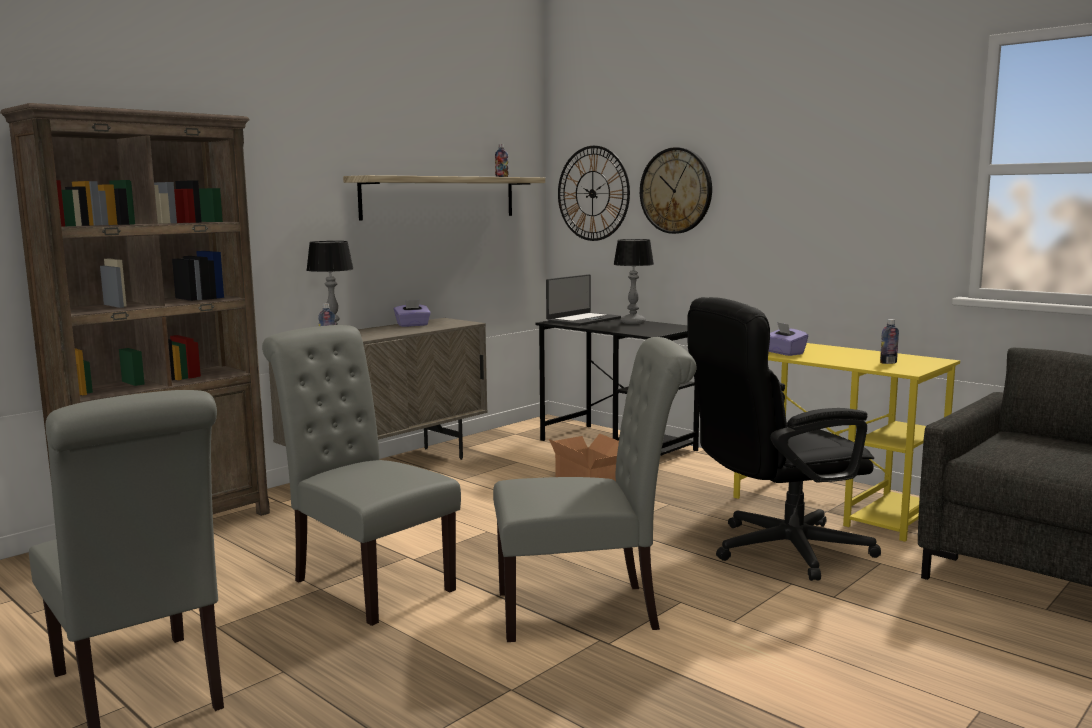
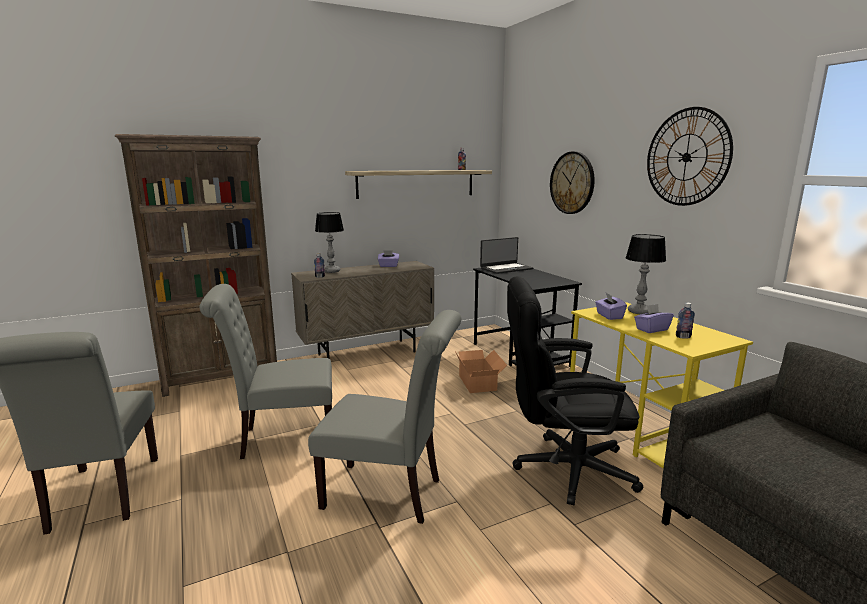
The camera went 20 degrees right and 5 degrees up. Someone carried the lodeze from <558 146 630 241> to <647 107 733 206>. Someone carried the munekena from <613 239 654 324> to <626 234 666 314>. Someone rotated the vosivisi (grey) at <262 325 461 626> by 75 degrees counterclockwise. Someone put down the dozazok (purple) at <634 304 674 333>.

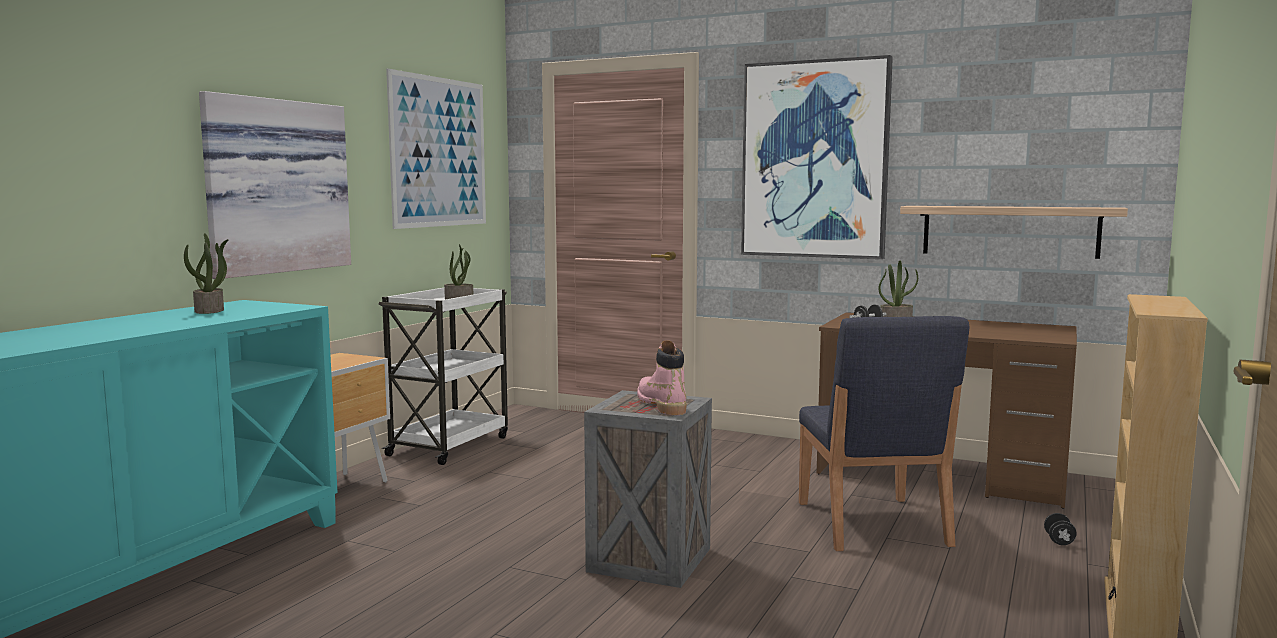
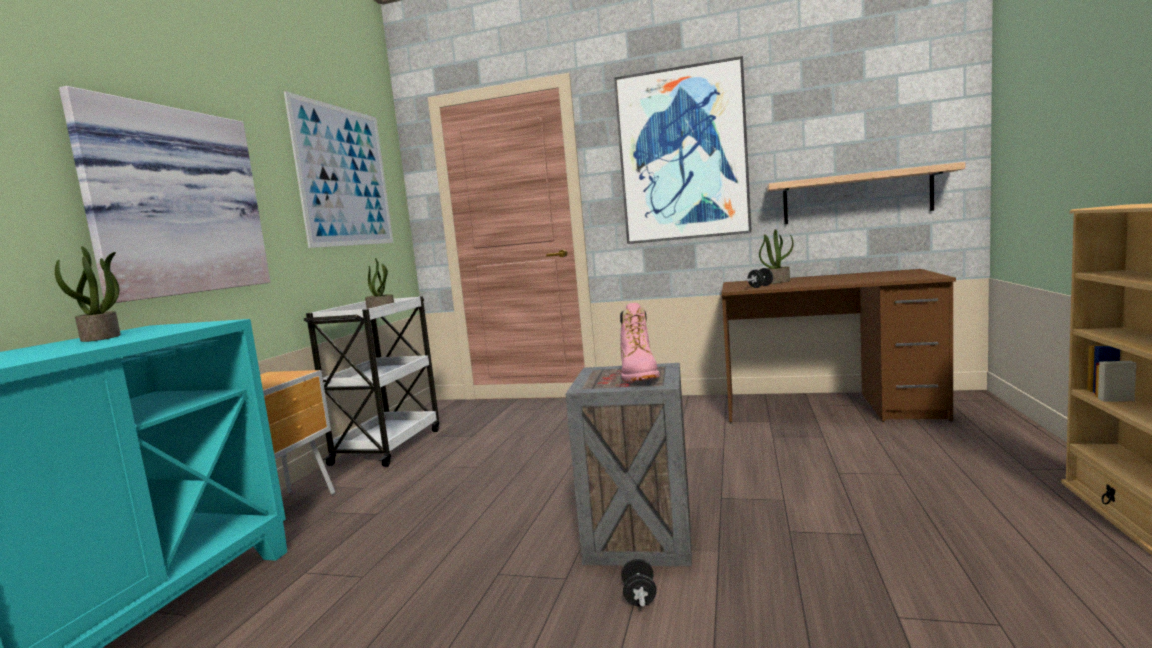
The camera went 10 degrees left and 0 degrees up. Someone took away the vosivisi (blue) at <799 316 969 551>. Someone rotated the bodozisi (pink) at <637 340 687 415> by 150 degrees counterclockwise. Someone carried the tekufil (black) from <1044 513 1077 545> to <621 559 657 606>.

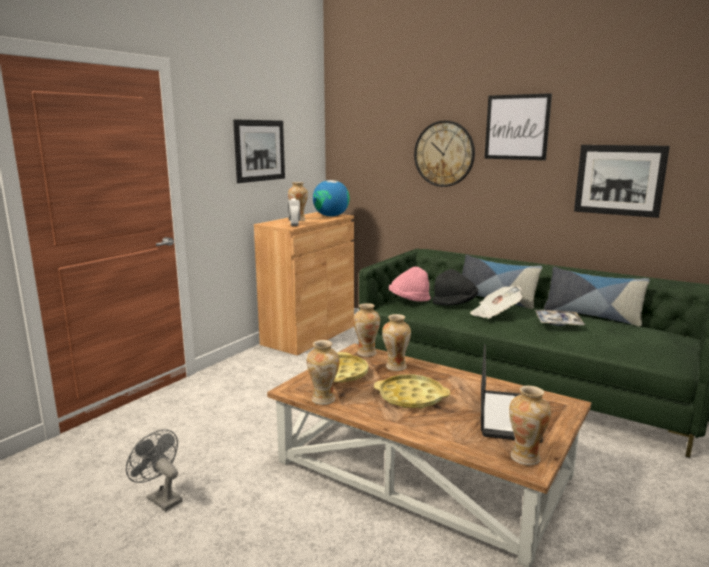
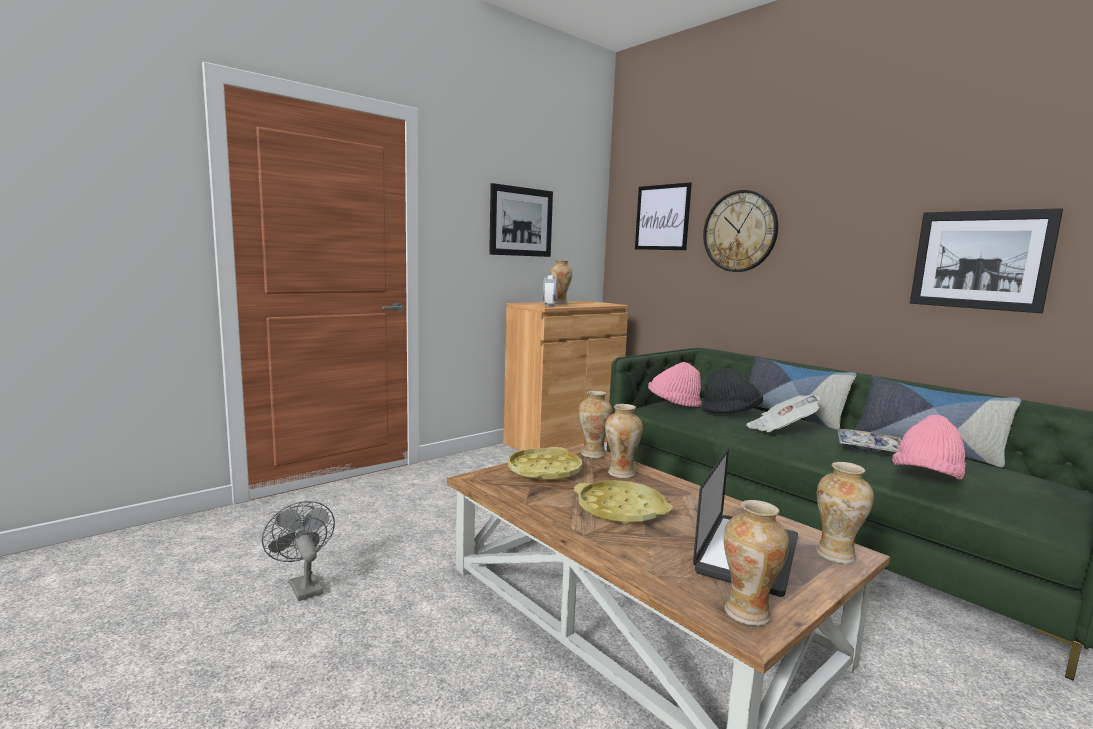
The camera went 15 degrees right and 5 degrees down. Someone carried the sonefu from <484 93 552 160> to <635 182 692 250>. Someone took away the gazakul at <313 180 349 217>. Someone carried the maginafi from <307 340 339 405> to <816 462 874 564>. Someone put down the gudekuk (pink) at <892 415 966 479>.

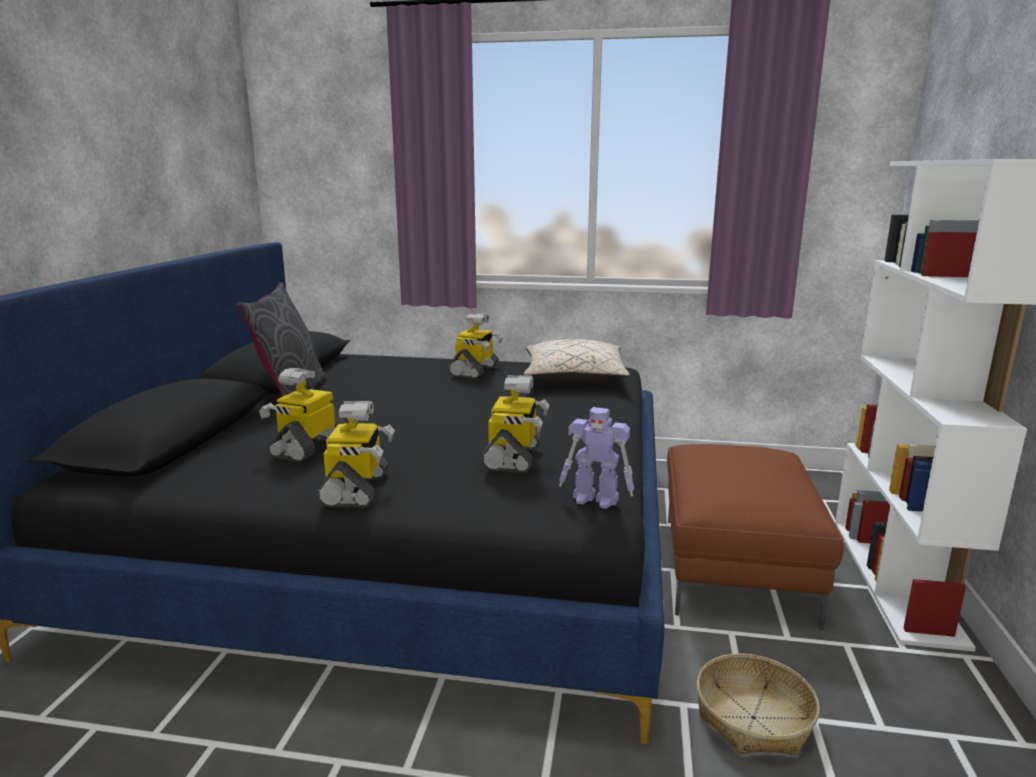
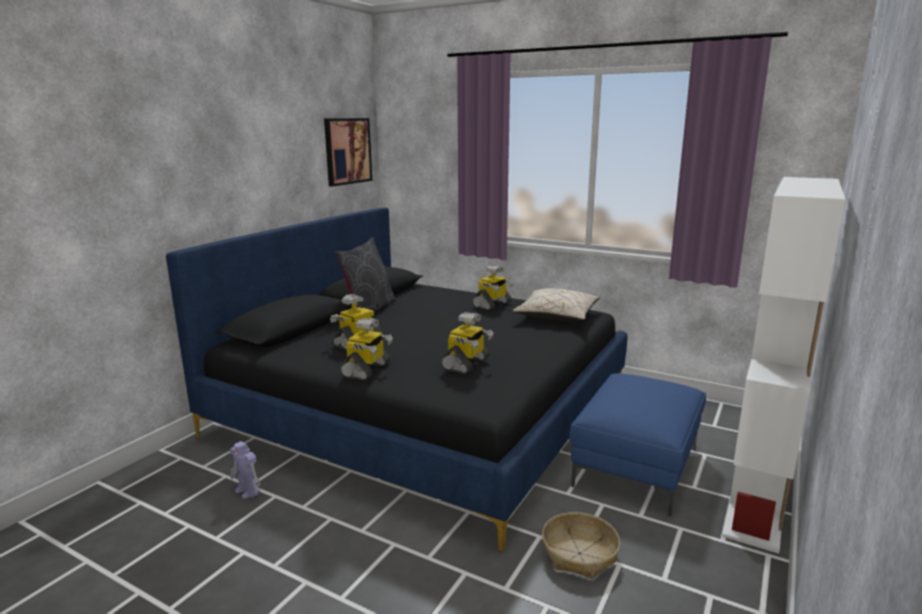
The camera went 20 degrees right and 0 degrees up. Someone carried the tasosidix from <559 407 634 509> to <230 441 260 499>. Someone repainted the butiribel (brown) at <667 444 844 630>, which became the butiribel (blue) at <569 373 706 516>. Someone put up the sonefu at <324 118 372 187>.

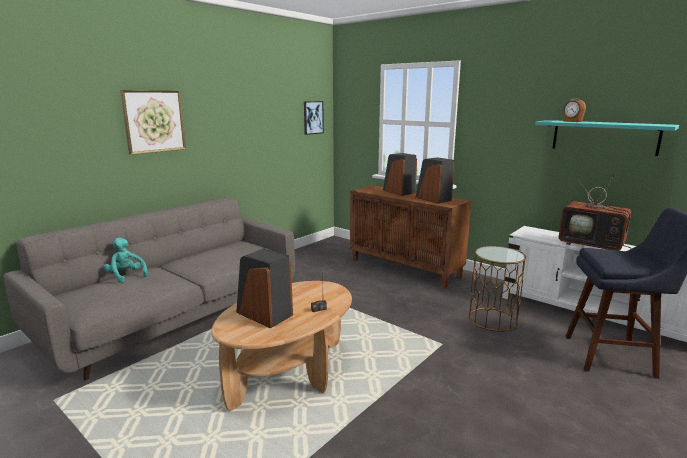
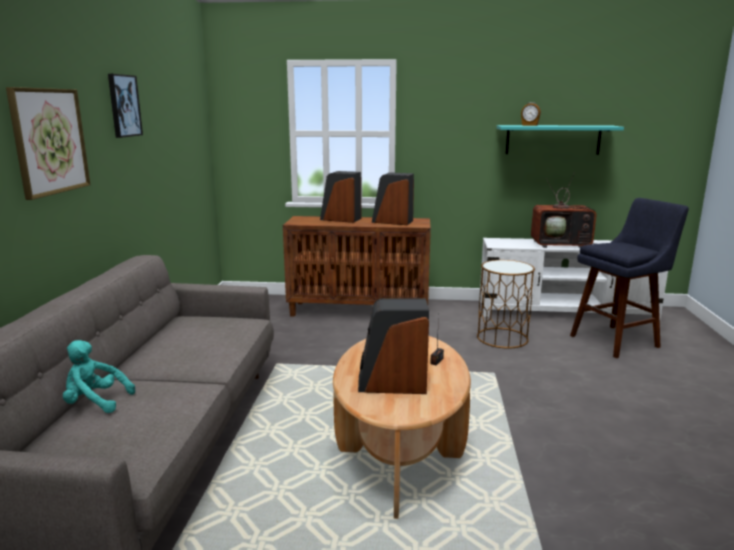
The camera went 35 degrees left and 0 degrees up. Someone carried the sonefu from <304 101 324 135> to <108 74 143 138>.

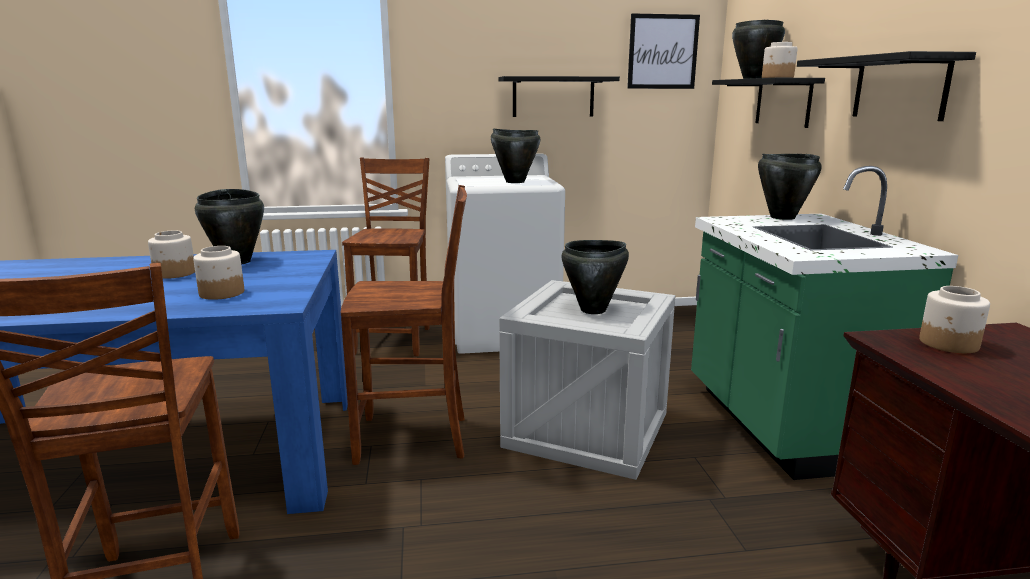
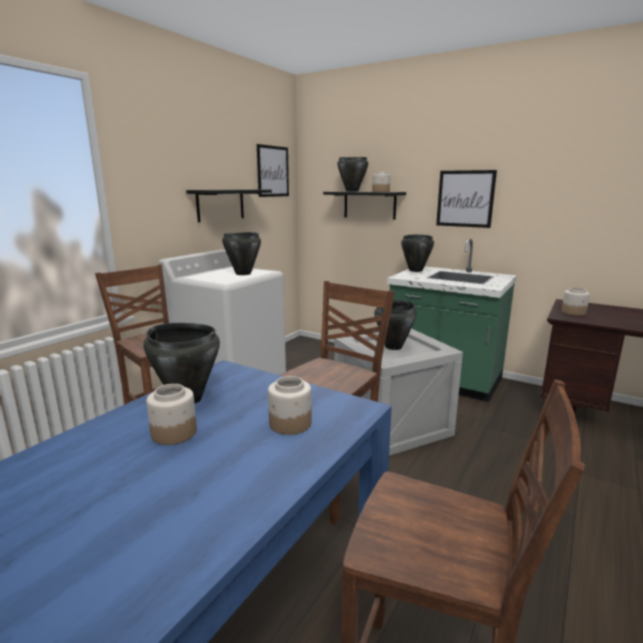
The camera went 50 degrees left and 0 degrees up. Someone swapped the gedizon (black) at <797 51 976 121> for the sonefu at <436 170 497 228>.

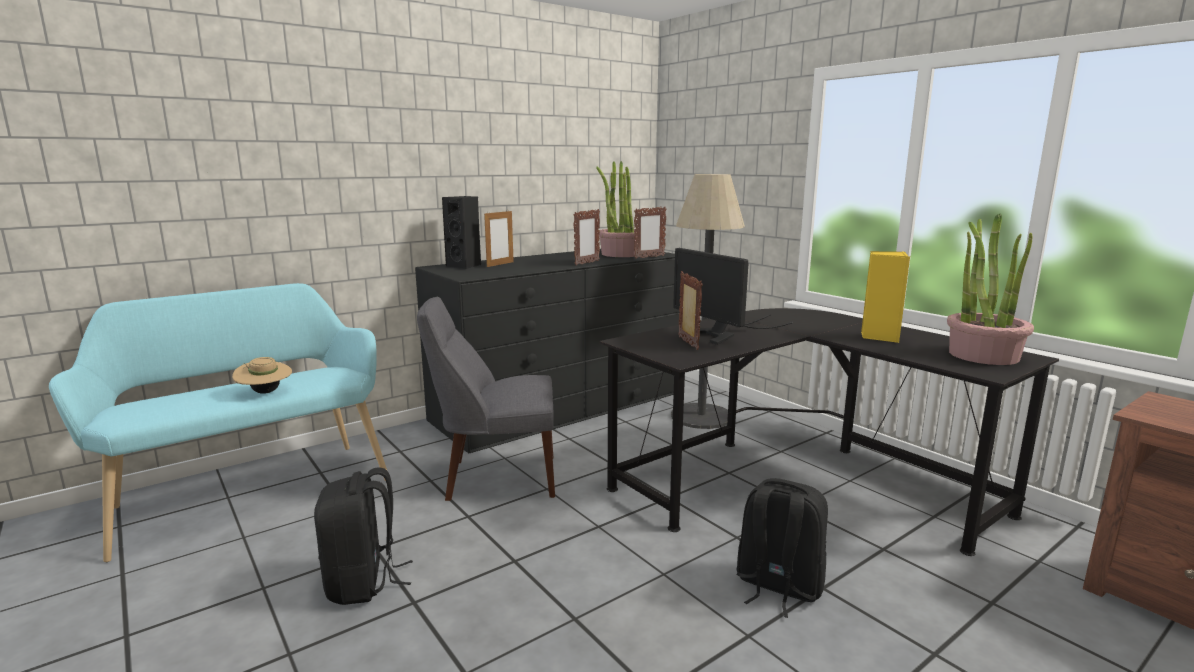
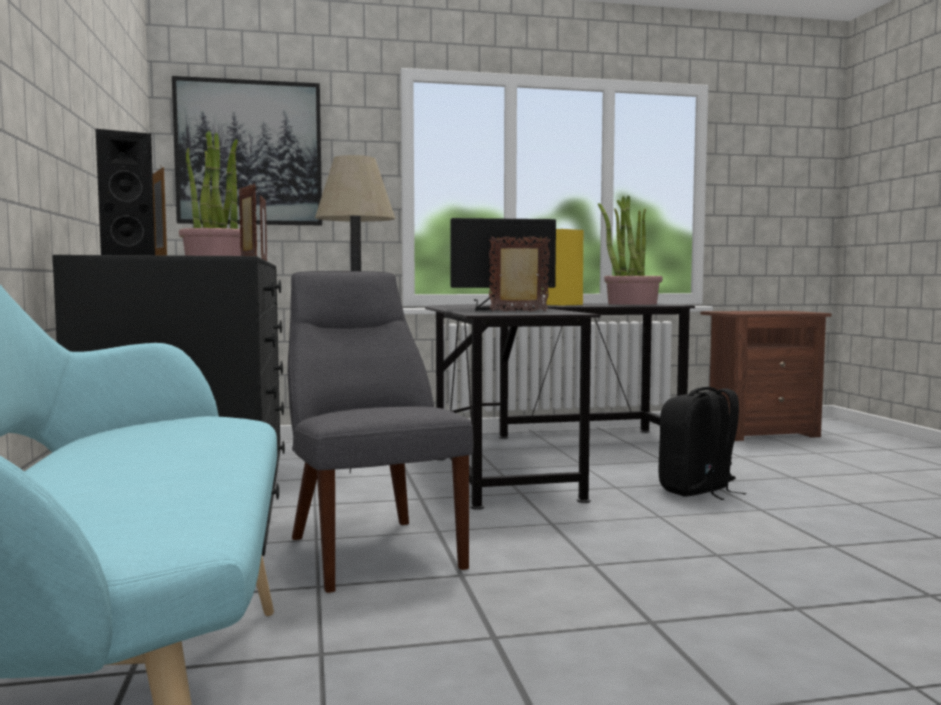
The camera went 65 degrees left and 10 degrees down. Someone rotated the vosivisi (grey) at <417 297 555 501> by 135 degrees clockwise. Someone took away the gudekuk (beige) at <232 357 292 394>. Someone took away the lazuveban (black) at <314 468 413 605>. Someone put up the sonefu at <172 76 322 225>.

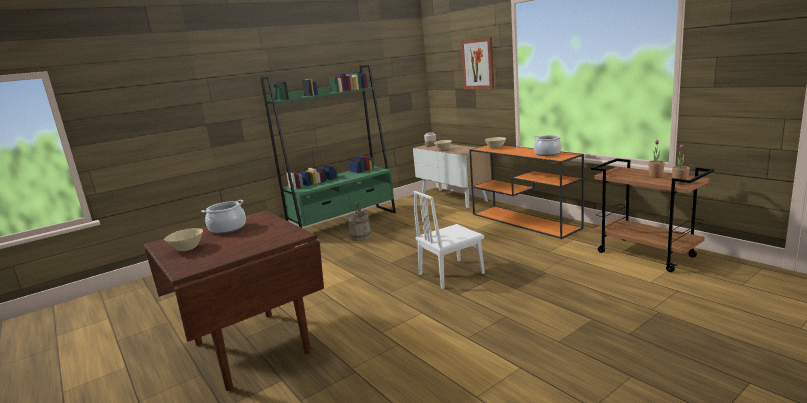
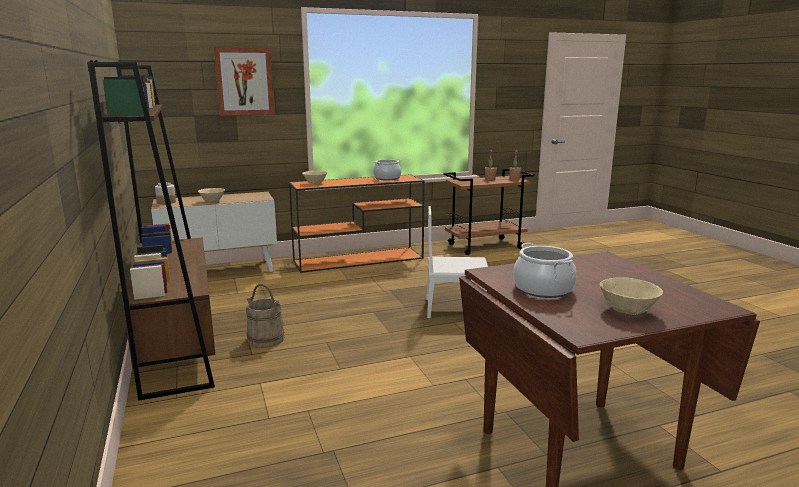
The camera went 75 degrees left and 0 degrees up. Someone repainted the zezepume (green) at <260 65 396 228>, which became the zezepume (brown) at <87 61 216 401>. Someone rotated the vosivisi (white) at <414 191 485 289> by 105 degrees clockwise.

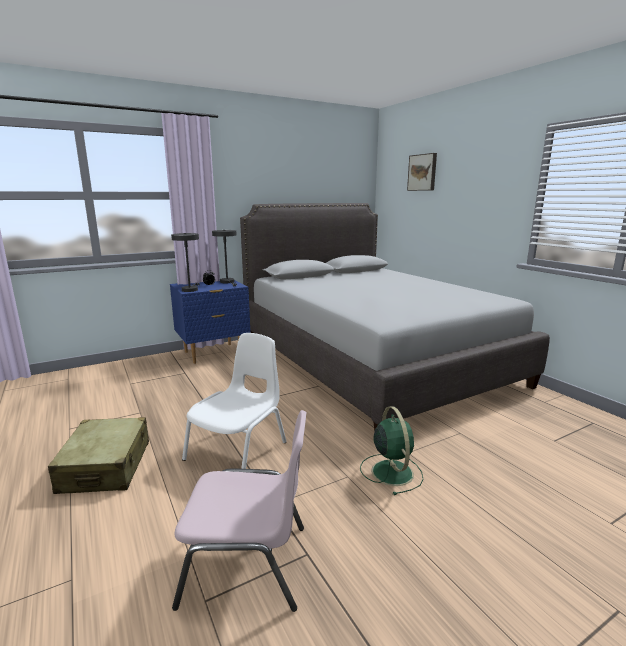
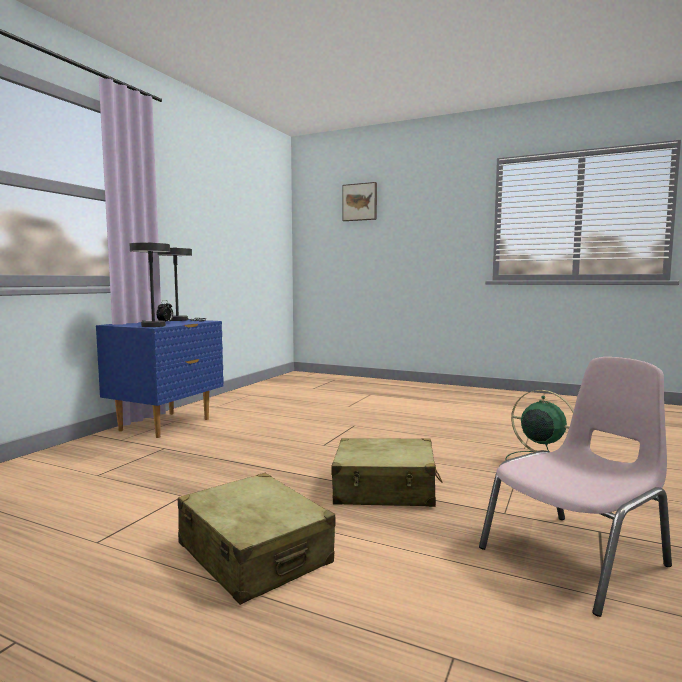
The camera went 35 degrees left and 10 degrees down. Someone took away the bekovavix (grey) at <240 203 550 431>. Someone swapped the vosivisi (white) at <182 333 287 469> for the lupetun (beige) at <331 438 442 507>.

